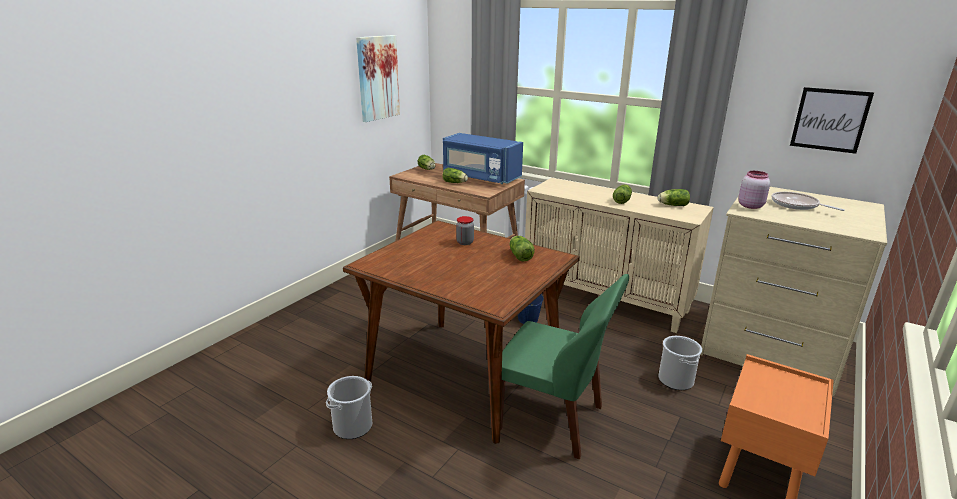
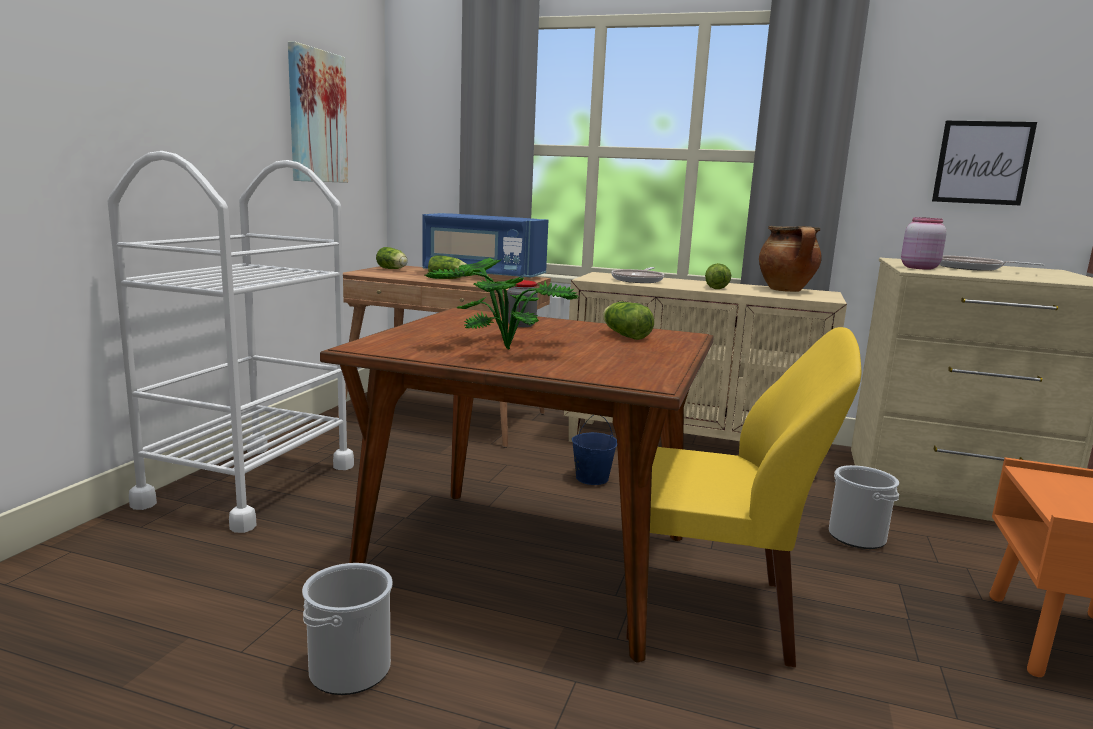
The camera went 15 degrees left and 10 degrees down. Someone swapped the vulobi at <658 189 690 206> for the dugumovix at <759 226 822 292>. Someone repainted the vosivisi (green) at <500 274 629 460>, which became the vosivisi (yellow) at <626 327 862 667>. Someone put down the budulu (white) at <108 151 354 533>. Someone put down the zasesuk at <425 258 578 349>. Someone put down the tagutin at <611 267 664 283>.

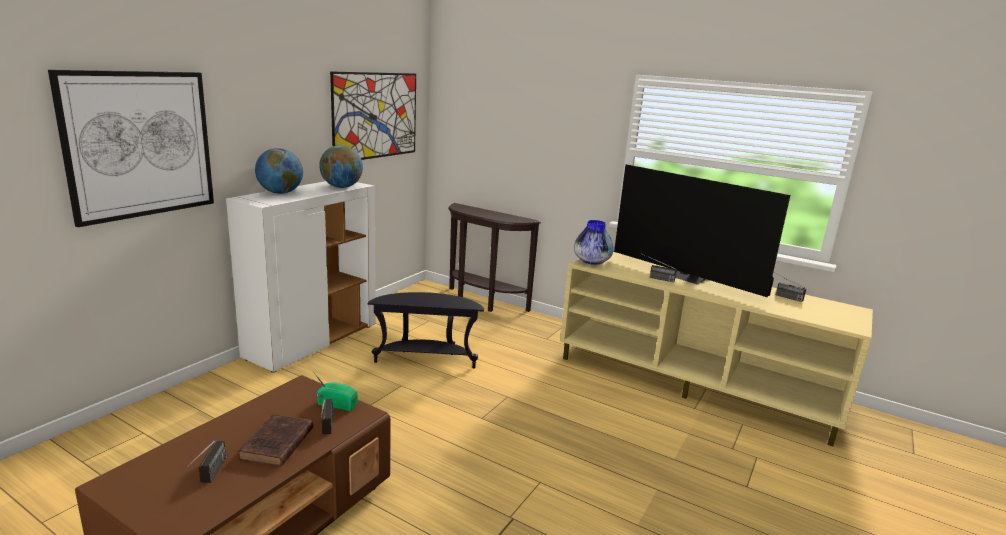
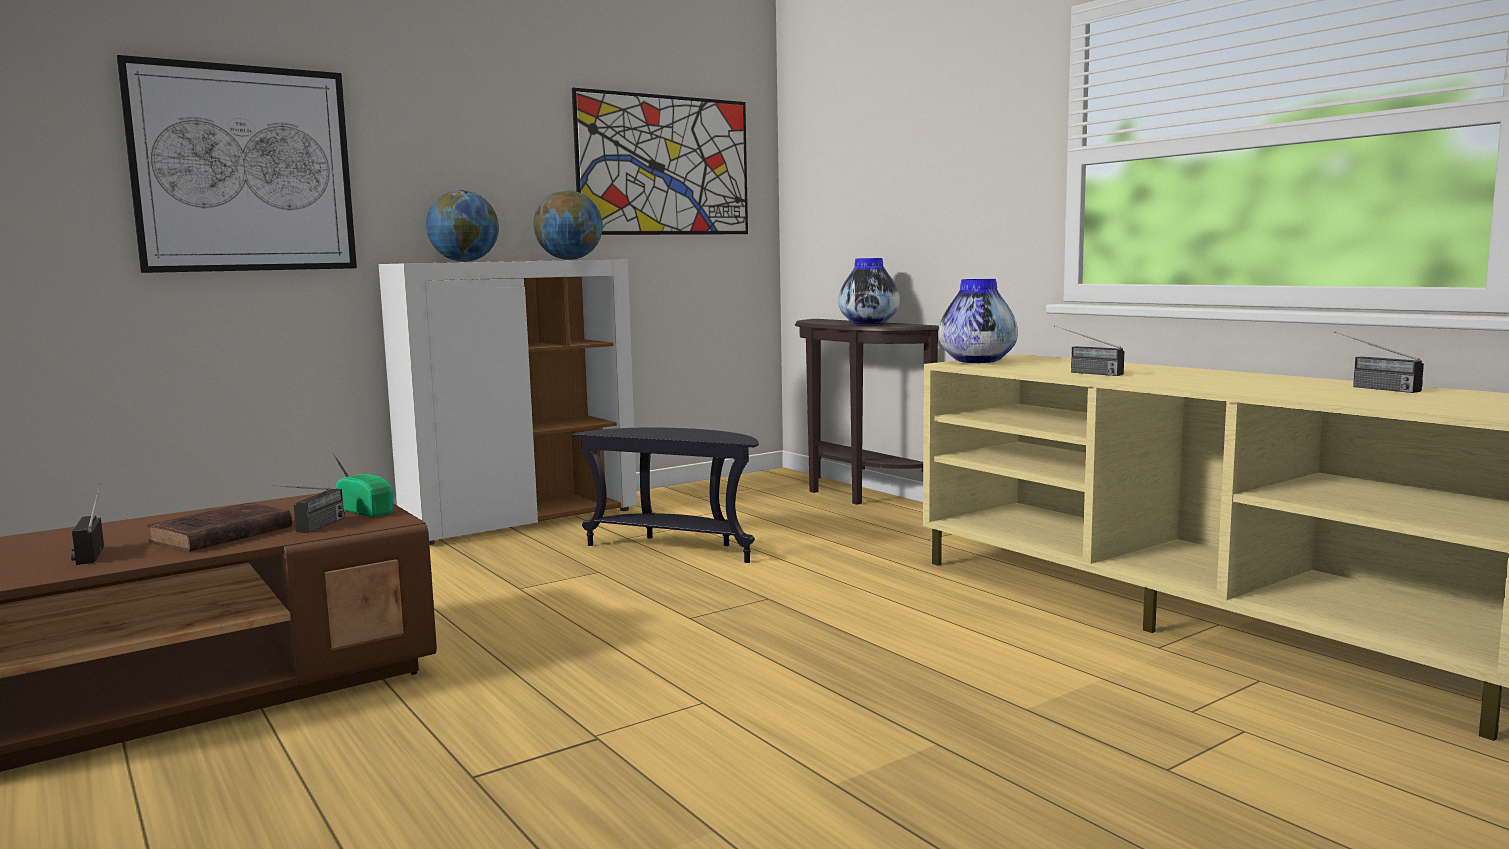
The camera went 25 degrees right and 10 degrees down. Someone took away the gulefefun at <614 164 790 297>. Someone rotated the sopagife at <188 440 227 483> by 135 degrees clockwise. Someone put down the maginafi at <838 258 900 324>.

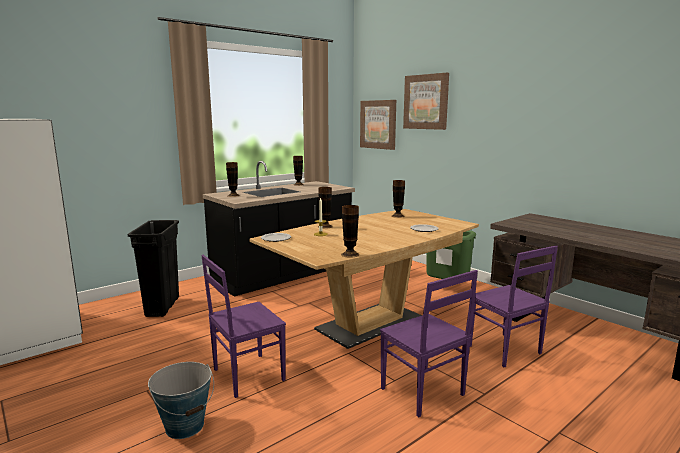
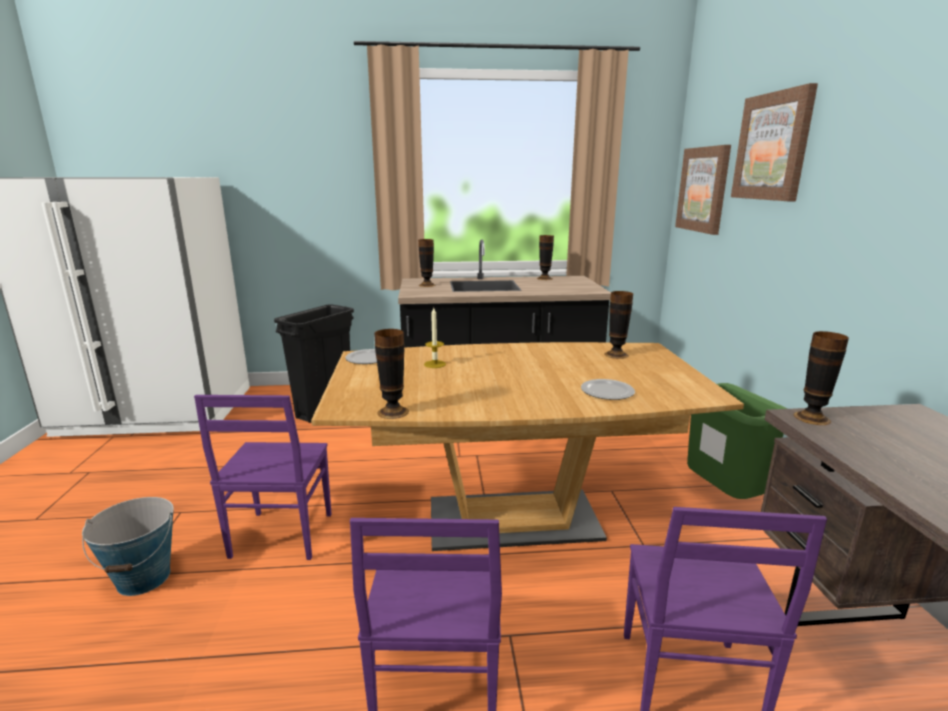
The camera went 35 degrees right and 5 degrees up. Someone carried the maginafi from <318 187 333 229> to <794 331 849 425>. Someone rotated the vosivisi (purple) at <201 255 286 398> by 90 degrees counterclockwise.

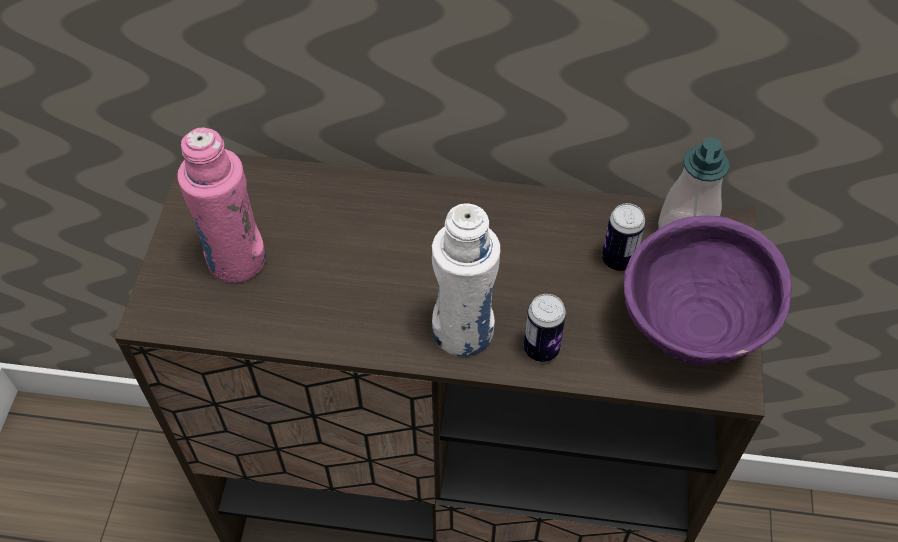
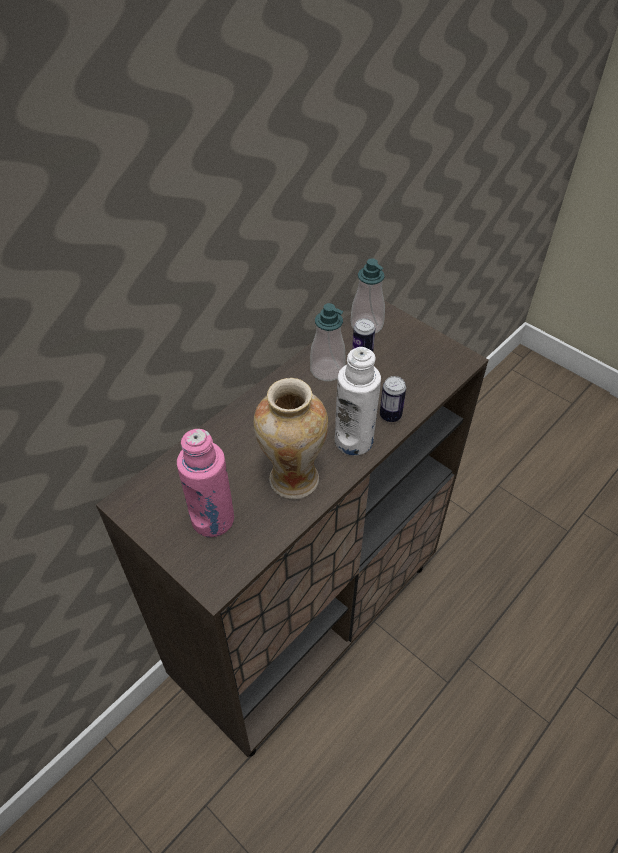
The camera went 55 degrees left and 5 degrees down. Someone took away the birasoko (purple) at <624 215 792 367>. Someone put down the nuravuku at <310 303 346 381>. Someone put down the maginafi at <253 378 328 500>.

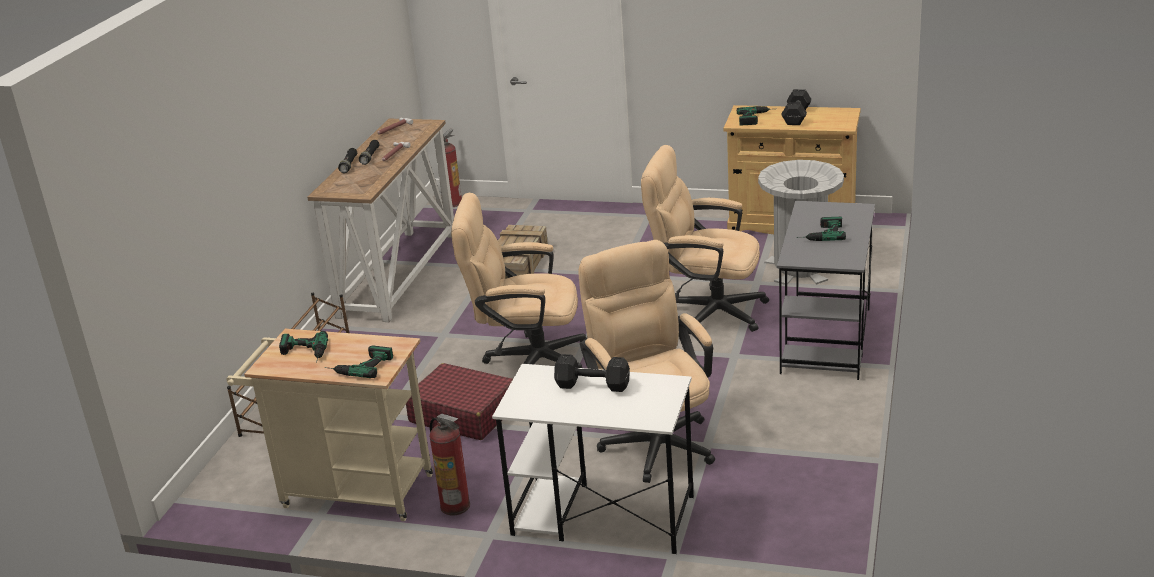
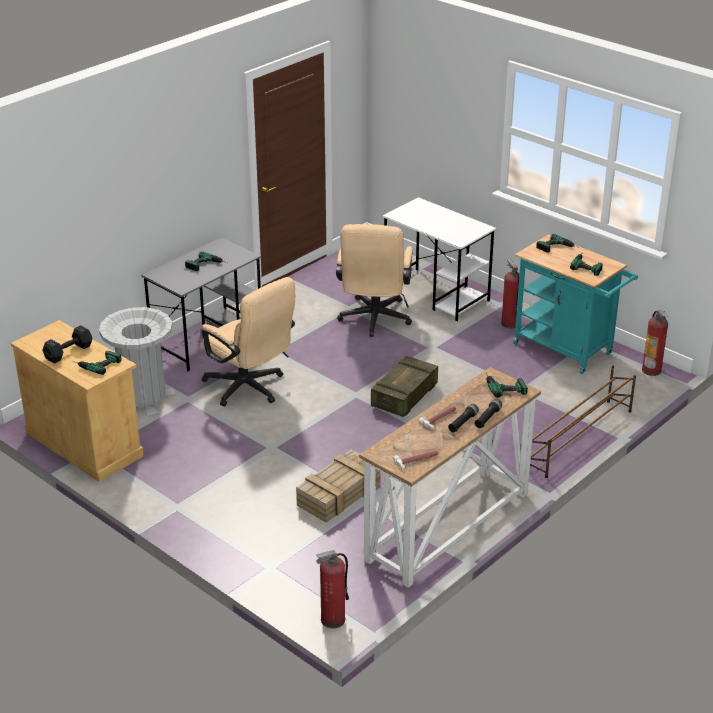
The camera went 155 degrees left and 5 degrees up. Someone swapped the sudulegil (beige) at <451 193 588 368> for the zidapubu at <371 356 438 417>. Someone repainted the budulu (beige) at <226 329 433 521>, which became the budulu (turquoise) at <513 235 638 374>. Someone took away the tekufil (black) at <554 354 630 392>. Someone took away the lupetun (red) at <406 363 513 440>. Someone put down the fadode at <642 310 668 376>. Someone put down the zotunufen at <486 373 528 398>.

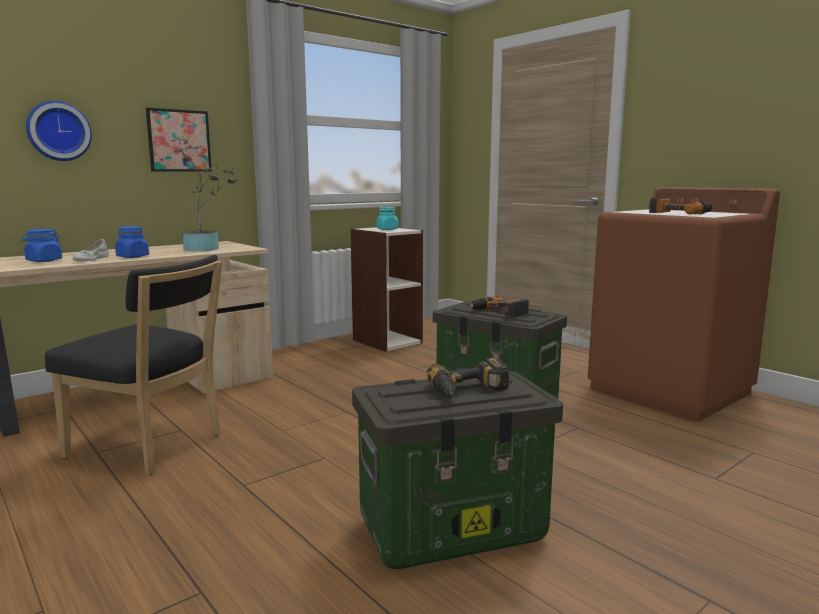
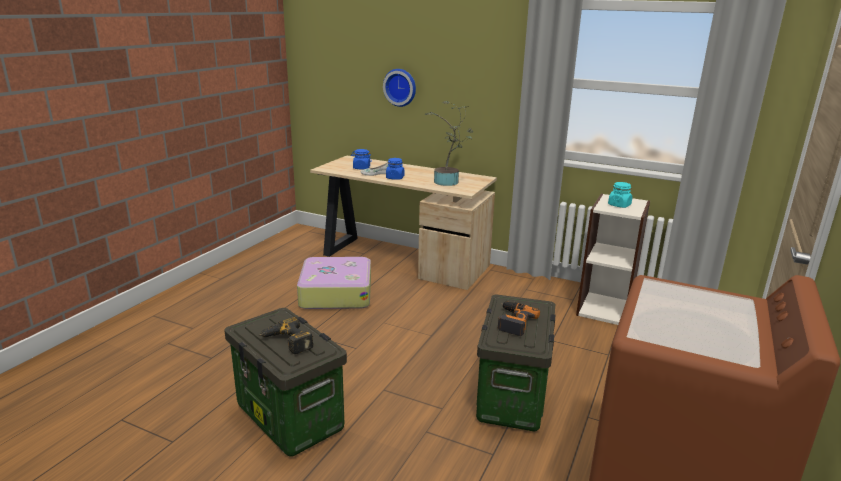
The camera went 65 degrees right and 10 degrees up. Someone took away the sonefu at <146 108 212 172>. Someone took away the zotunufen at <649 198 712 215>. Someone swapped the vosivisi (black) at <45 255 222 476> for the lupetun at <297 257 371 309>.

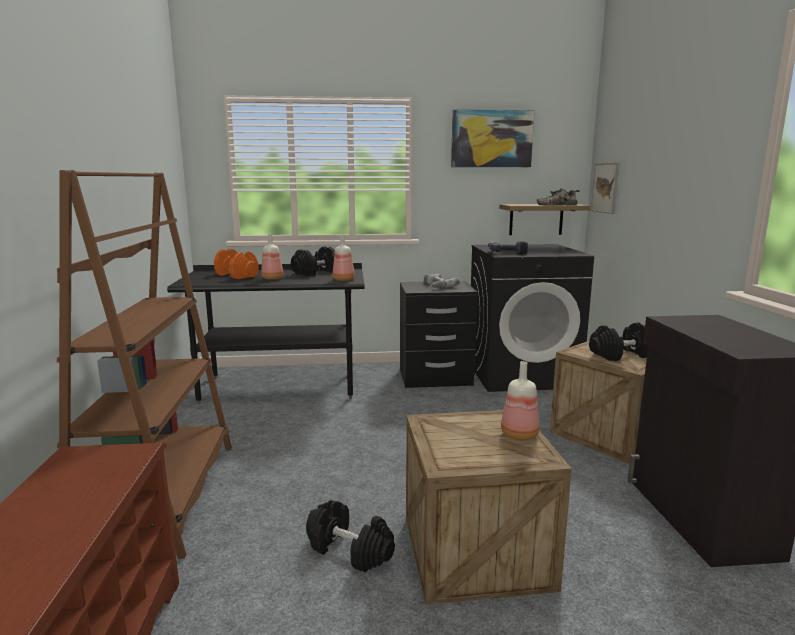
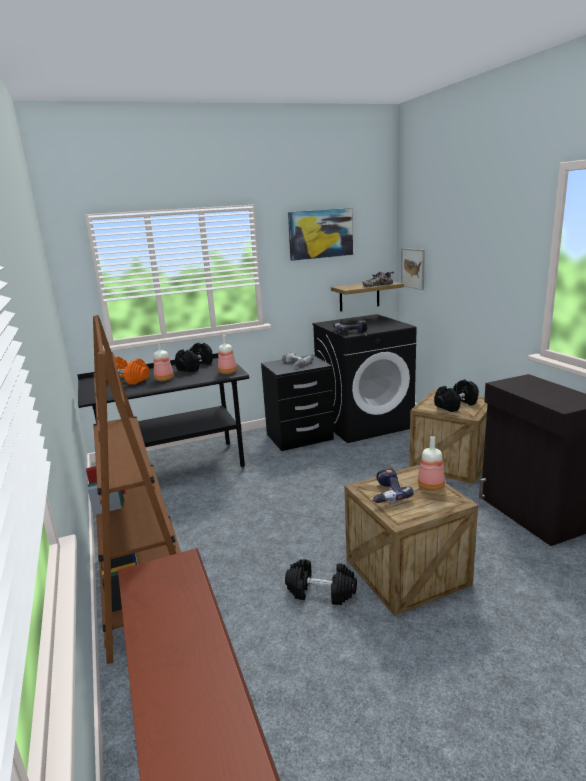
The camera went 15 degrees left and 5 degrees up. Someone put down the zotunufen at <373 469 414 503>.

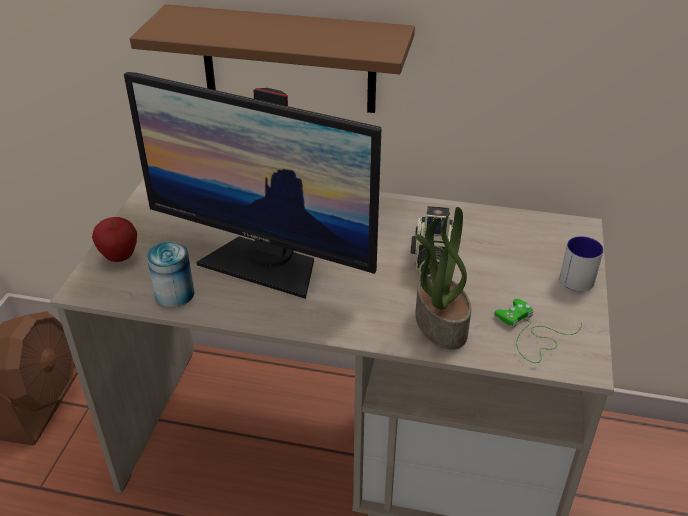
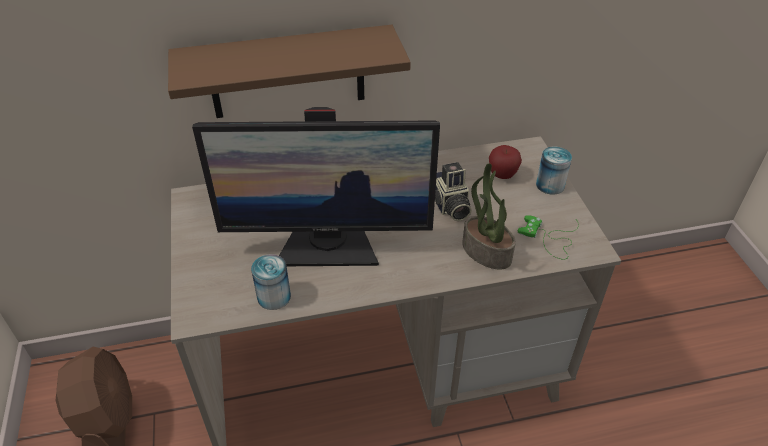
The camera went 25 degrees left and 5 degrees up. Someone carried the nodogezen from <92 217 137 262> to <489 145 522 179>. Someone swapped the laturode at <560 236 604 291> for the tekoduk at <536 147 572 195>.

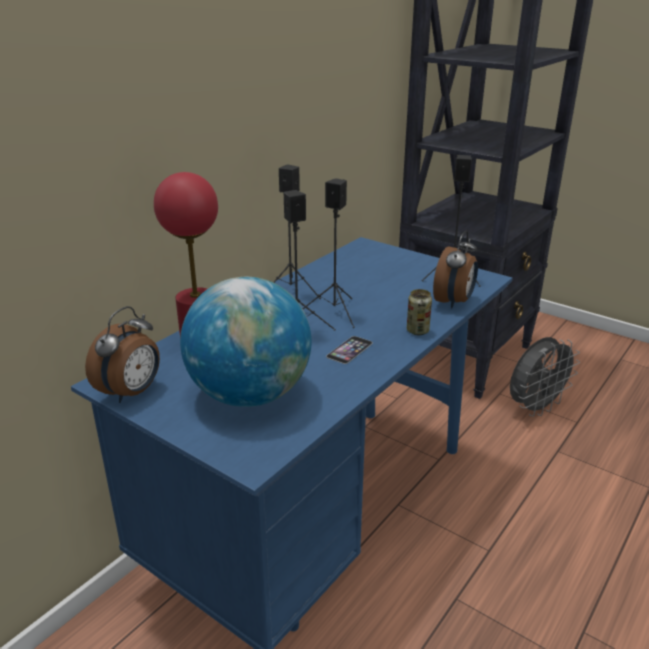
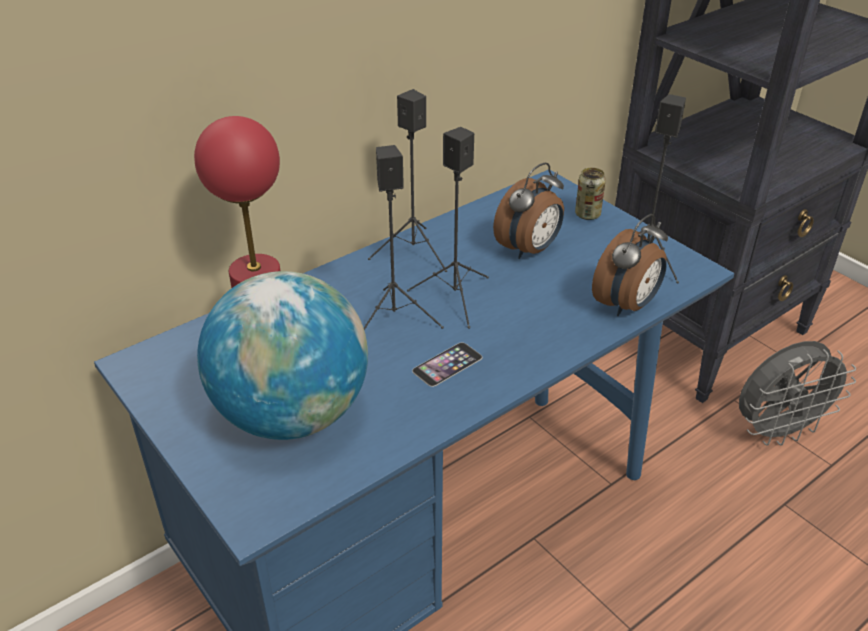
The camera went 15 degrees right and 10 degrees up. Someone carried the tekoduk from <407 289 432 335> to <575 168 606 220>. Someone carried the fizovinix from <85 306 160 403> to <493 162 564 259>.

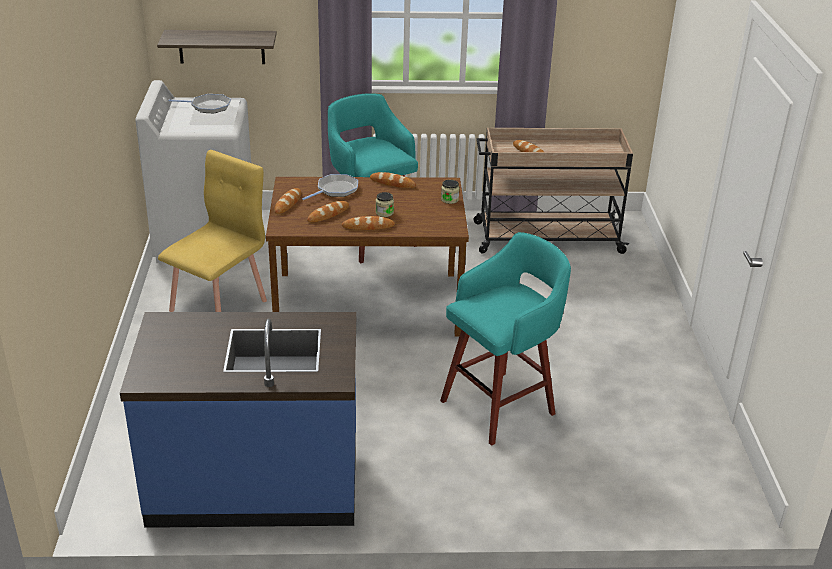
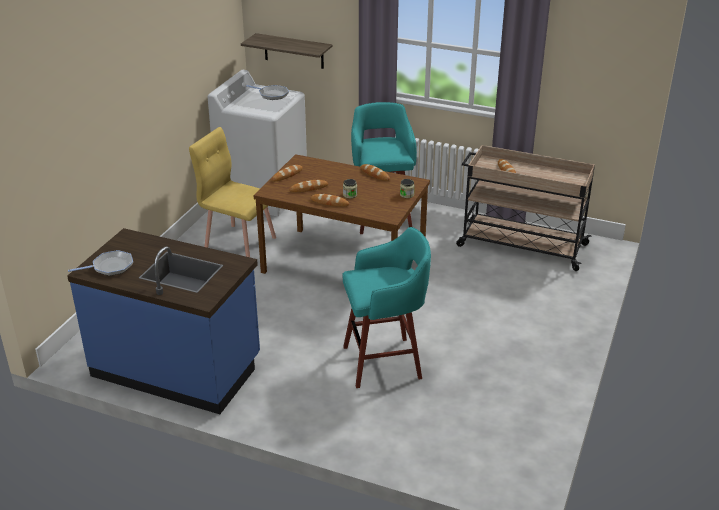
The camera went 25 degrees right and 0 degrees up. Someone rotated the vosivisi (yellow) at <158 150 267 312> by 120 degrees counterclockwise. Someone carried the tagutin from <302 174 358 200> to <68 250 133 276>.

